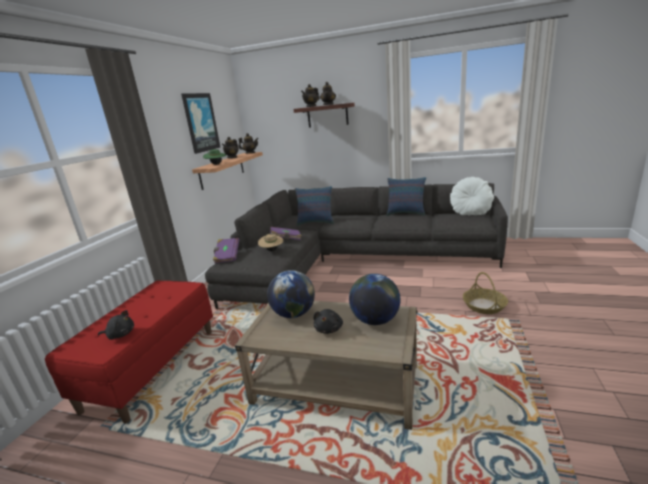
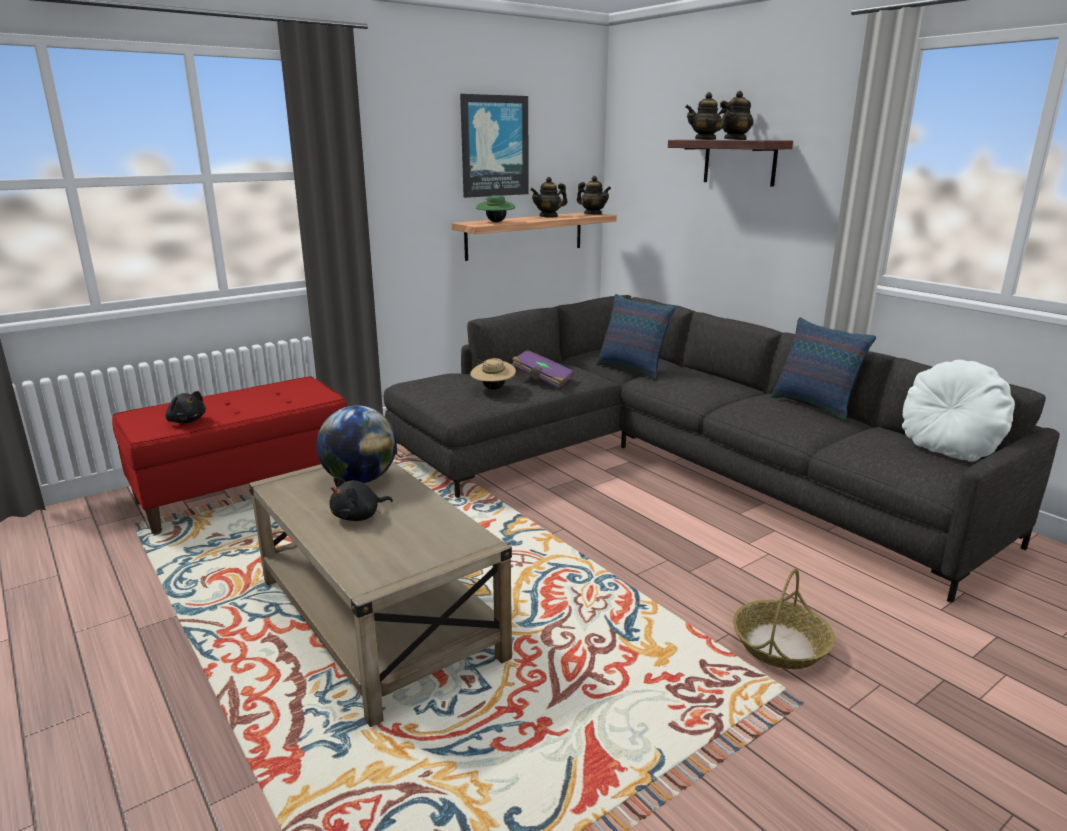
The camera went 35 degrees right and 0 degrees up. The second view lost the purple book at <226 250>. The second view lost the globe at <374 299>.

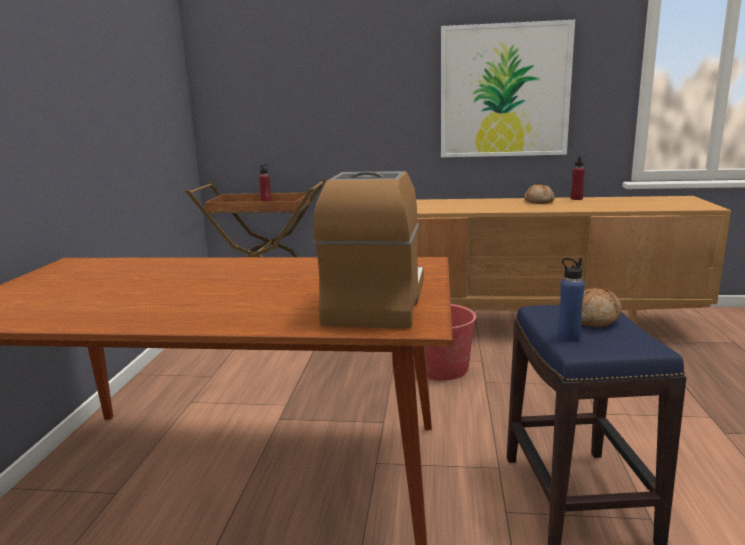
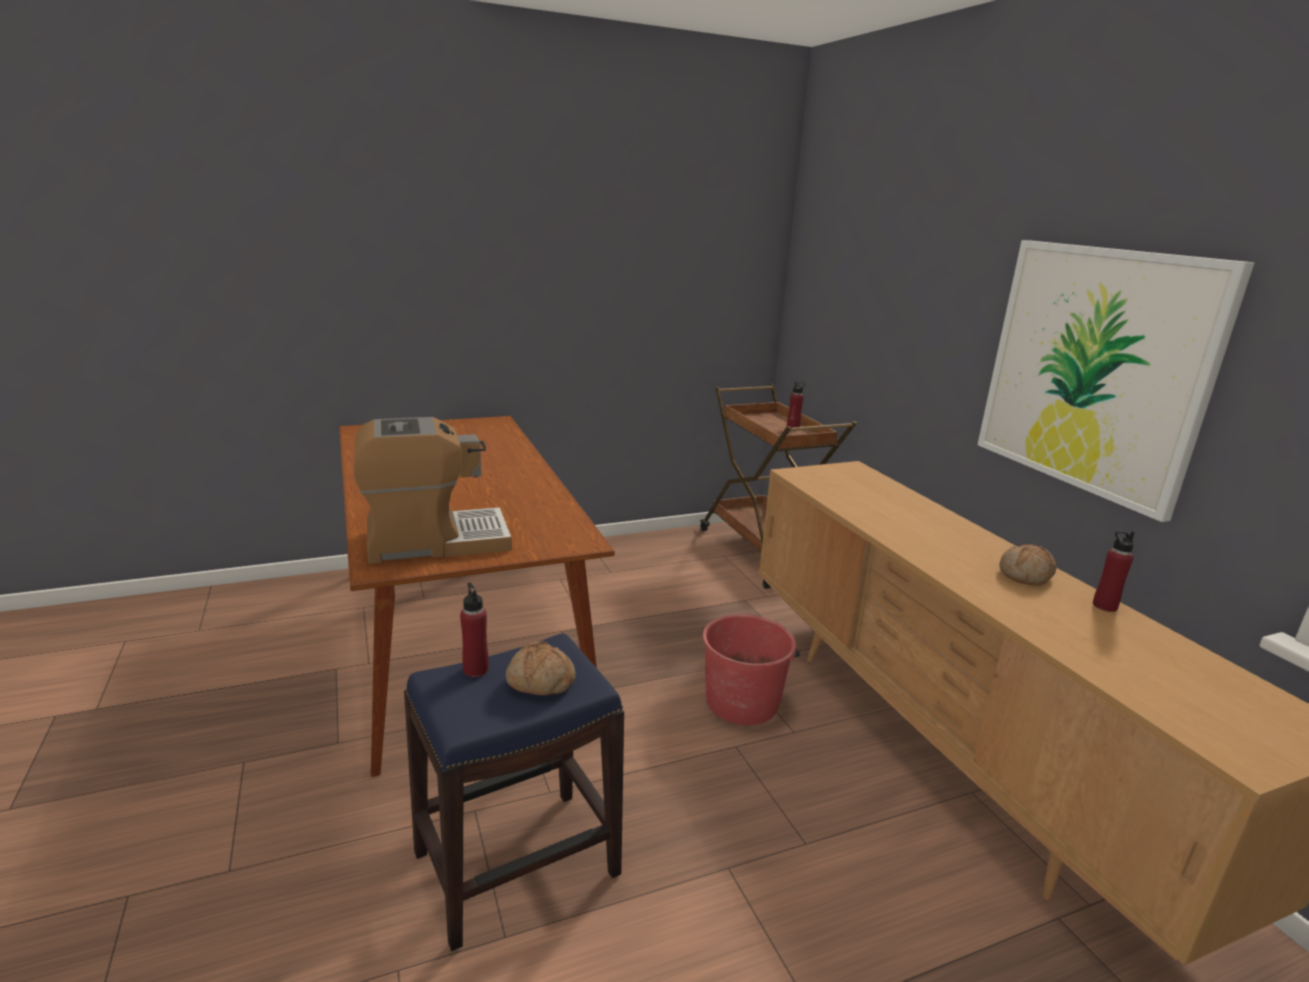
The camera went 60 degrees right and 5 degrees up. What was the blue bottle at <571 300> turned into the red bottle at <474 629>.

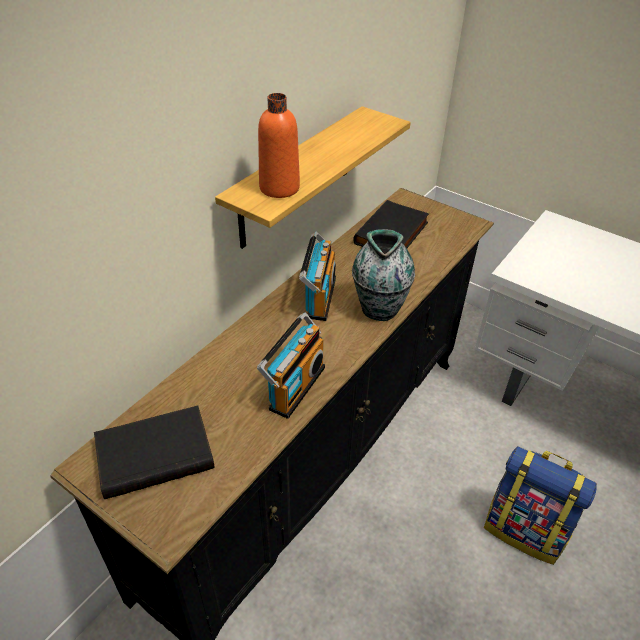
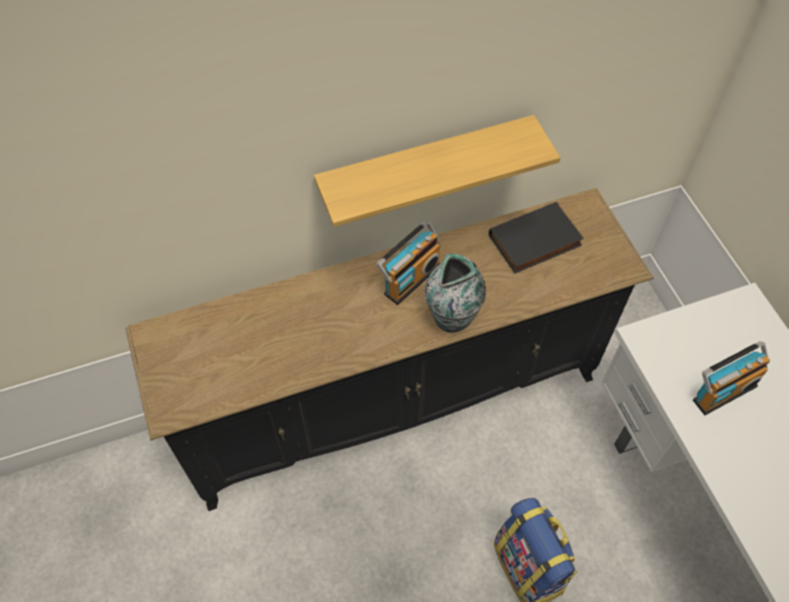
The camera went 35 degrees right and 15 degrees up. The second view lost the black book at <154 452>. The second view lost the orange bottle at <279 145>. The radio ended up elsewhere, having gone from <291 366> to <731 378>.

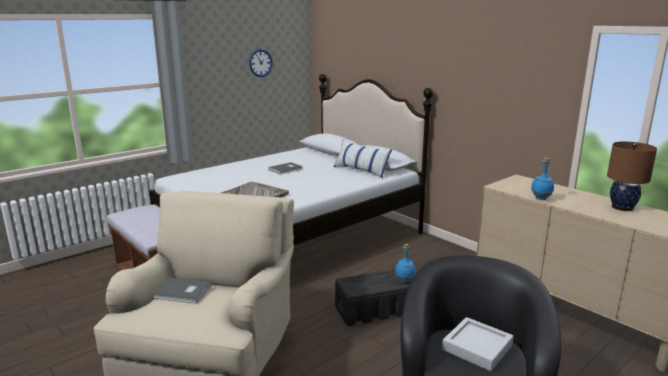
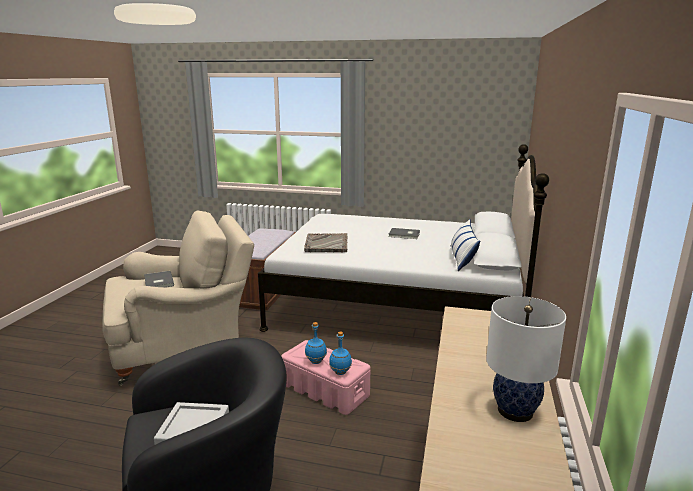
The camera went 55 degrees right and 0 degrees up. The second view lost the wall clock at <261 63>. The blue bottle ended up elsewhere, having gone from <542 179> to <316 343>. What was the black storage box at <374 297> turned into the pink storage box at <325 377>. What was the brown table lamp at <632 176> turned into the white table lamp at <526 359>.

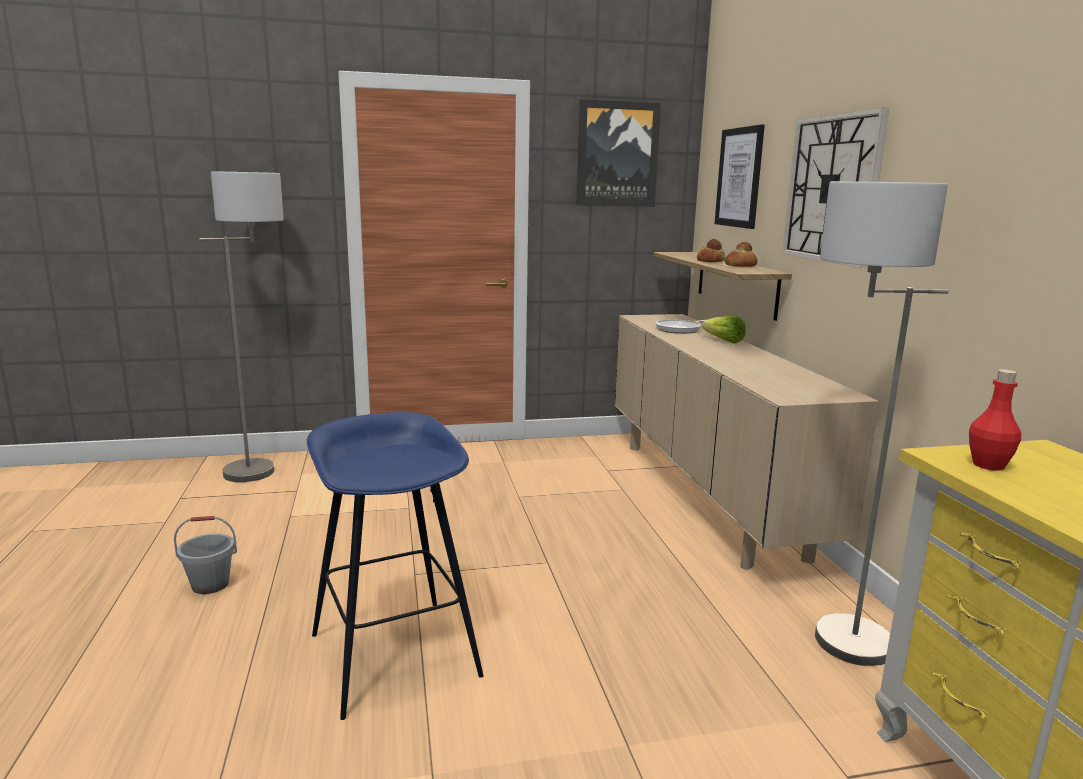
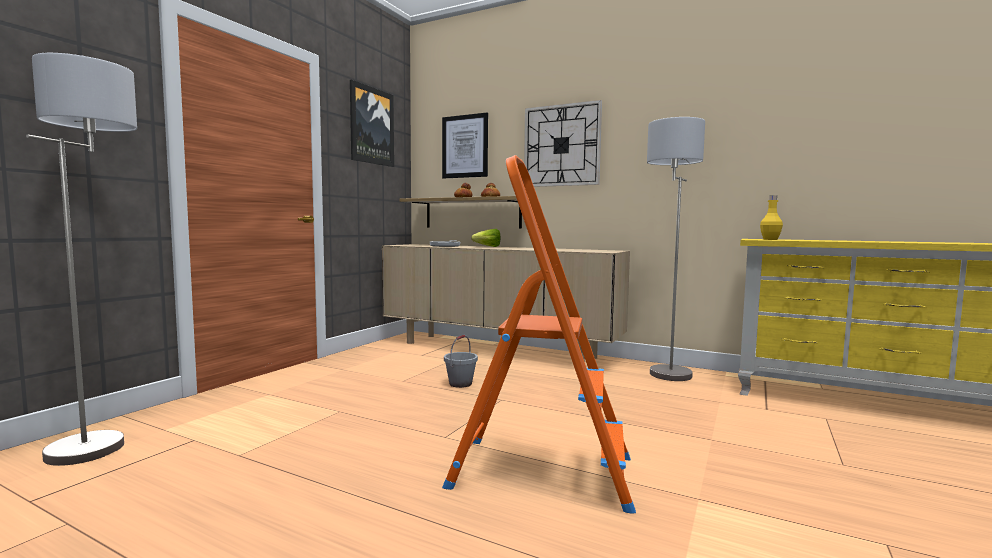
The camera went 50 degrees left and 10 degrees down. The grey bucket ended up elsewhere, having gone from <205 555> to <461 361>. Where the blue stool stood at <395 566>, the orange step ladder came to stand at <539 334>. What was the red bottle at <995 420> turned into the yellow bottle at <771 217>.

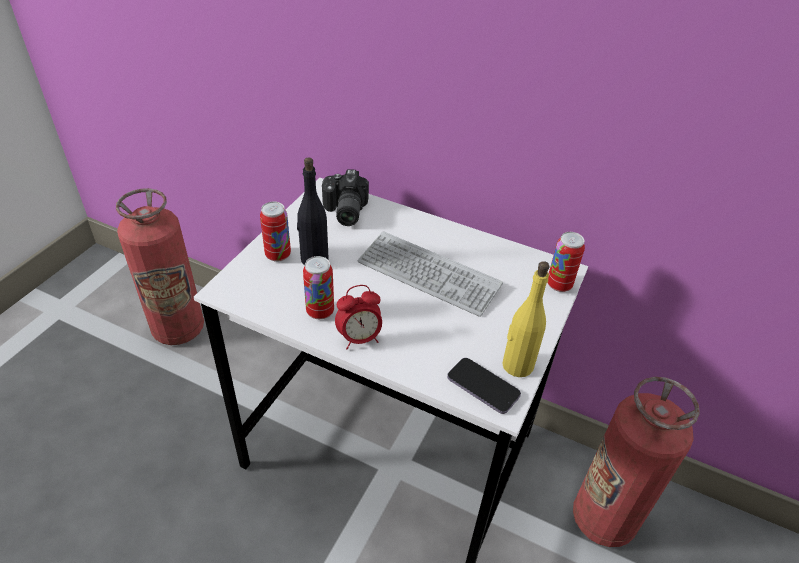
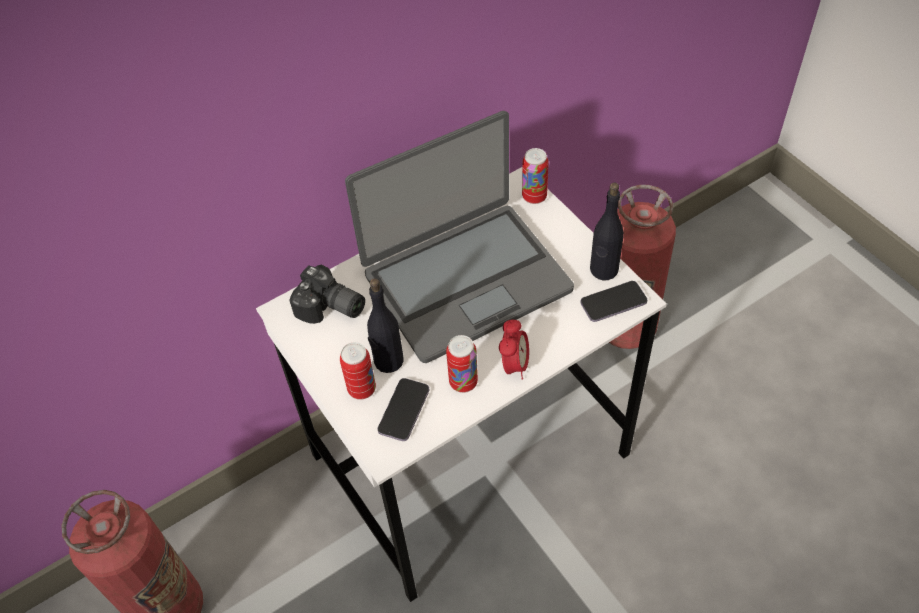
The camera went 55 degrees left and 10 degrees up. The second view gained the phone at <403 409>. Where the keyboard stood at <430 274>, the laptop came to stand at <459 237>. What was the yellow bottle at <526 319> turned into the black bottle at <607 232>.

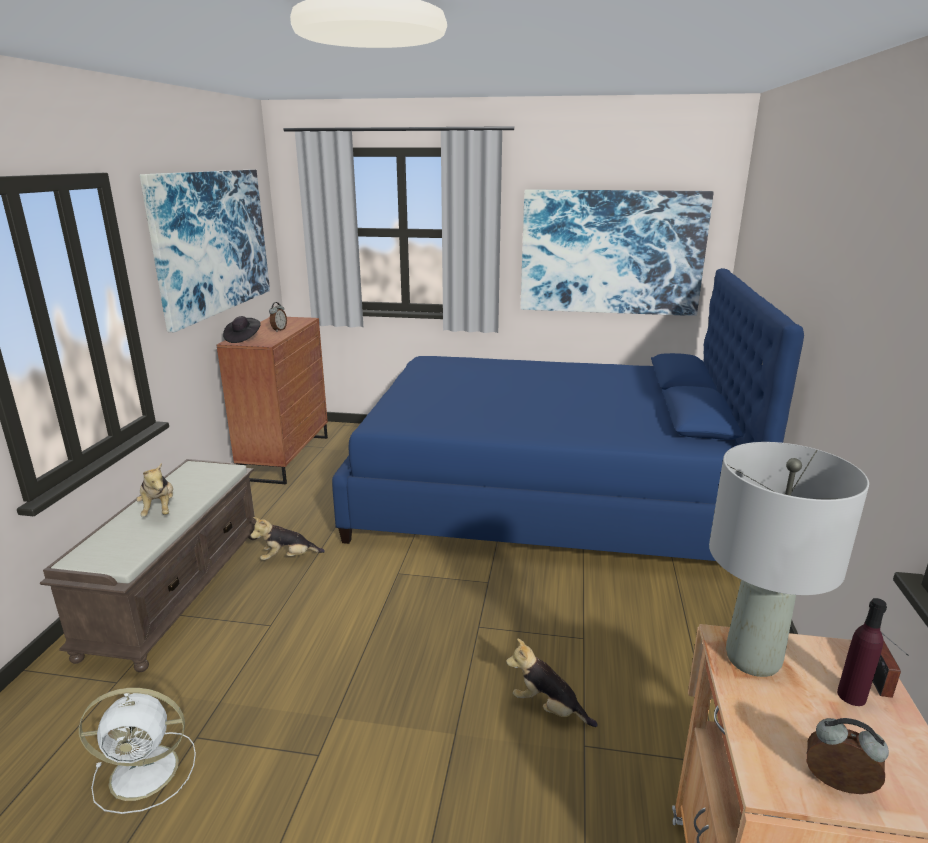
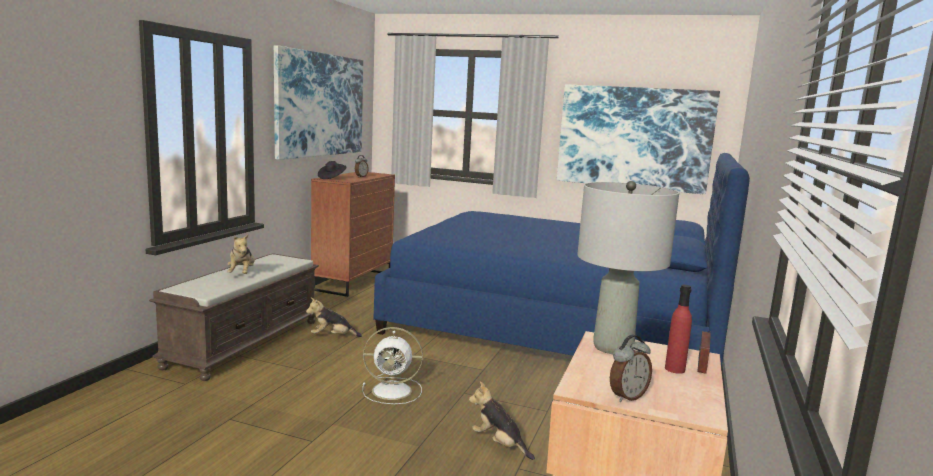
The camera went 10 degrees right and 10 degrees down. The white fan ended up elsewhere, having gone from <137 751> to <392 365>. What was the purple bottle at <862 652> turned into the red bottle at <678 329>. The alarm clock at <847 756> ended up facing another way, 105 degrees clockwise from before.

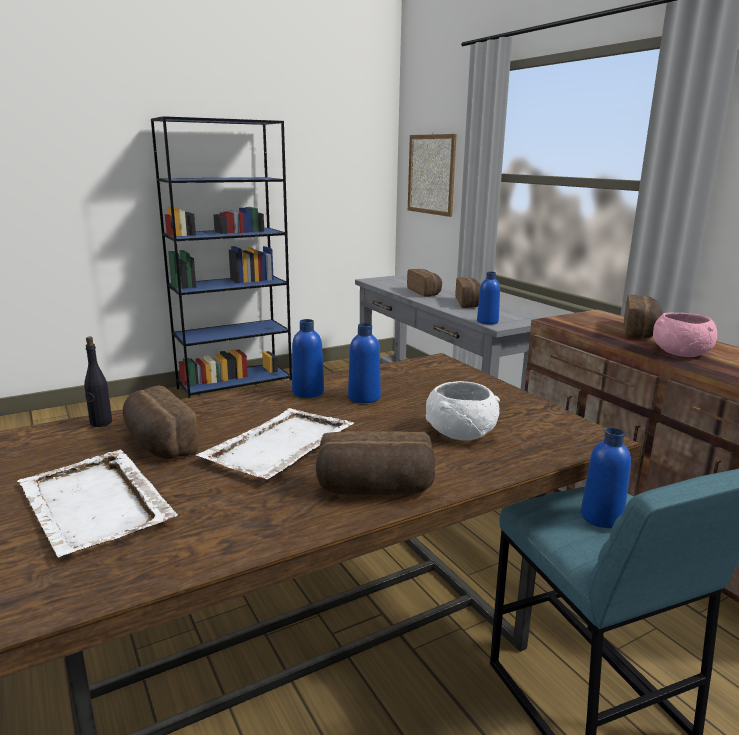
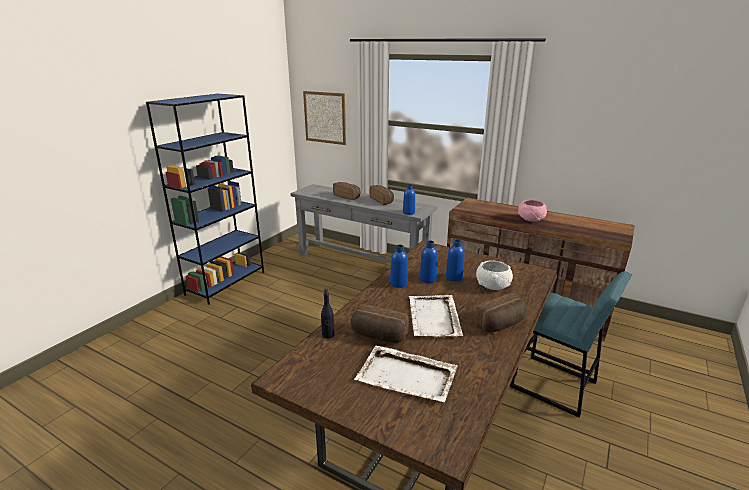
The camera went 30 degrees left and 5 degrees up. The second view lost the bread at <643 316>. The blue bottle ended up elsewhere, having gone from <606 478> to <455 260>.

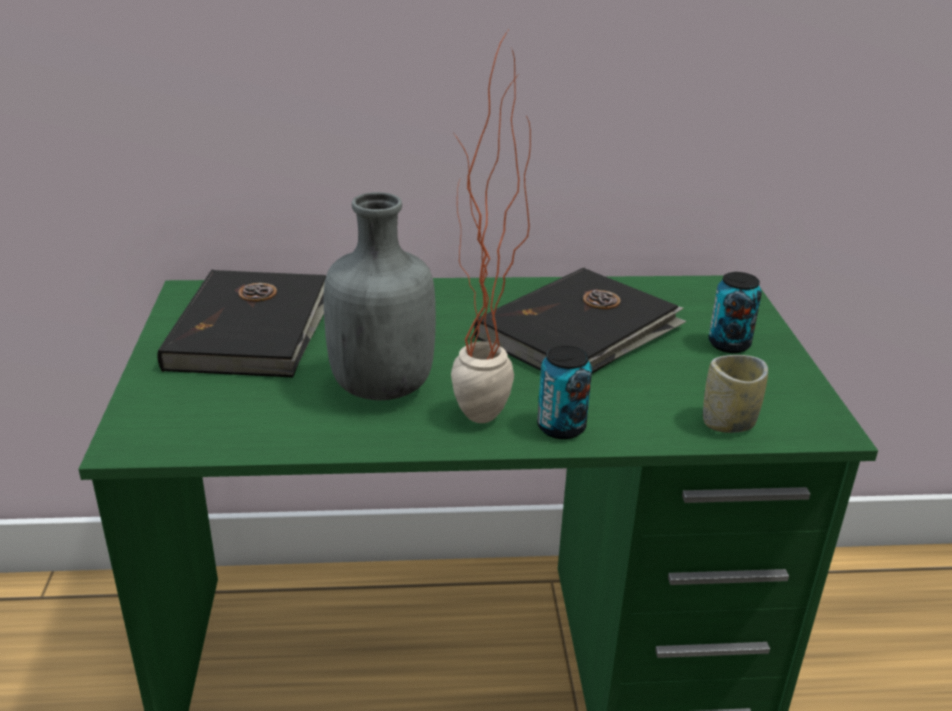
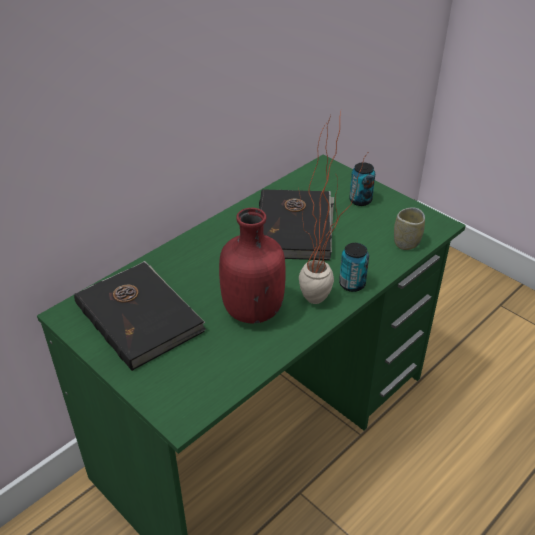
The camera went 40 degrees left and 10 degrees up. What was the grey bottle at <380 296> turned into the red bottle at <252 265>.

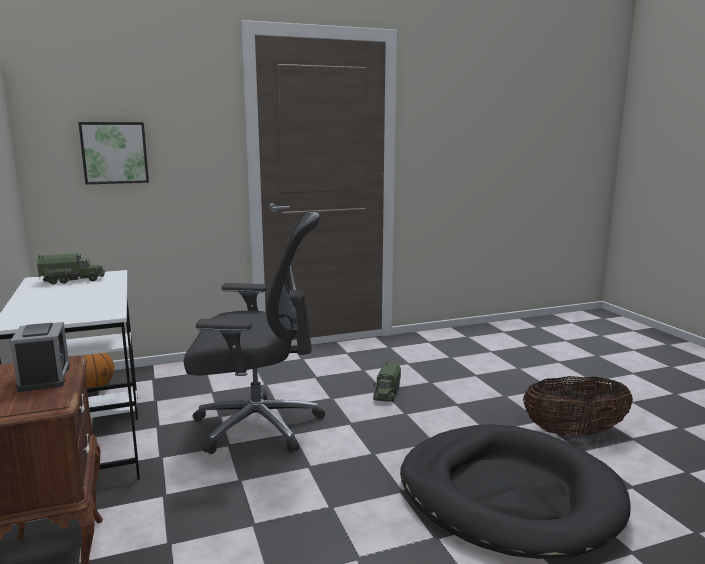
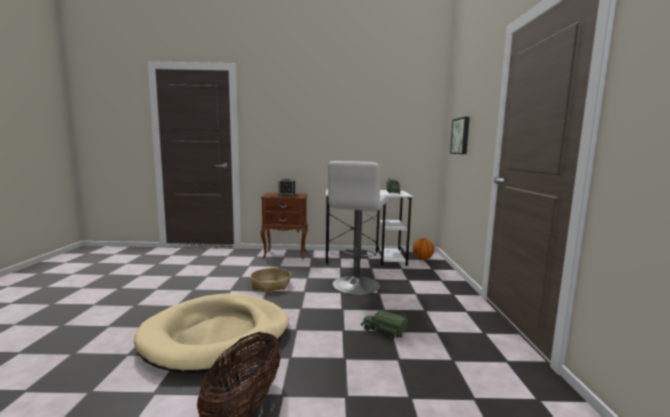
The camera went 110 degrees right and 5 degrees down. The second view gained the basket at <270 280>. Where the office chair stood at <254 332>, the white stool came to stand at <358 227>. What was the black dog bed at <515 491> turned into the beige dog bed at <211 333>.

